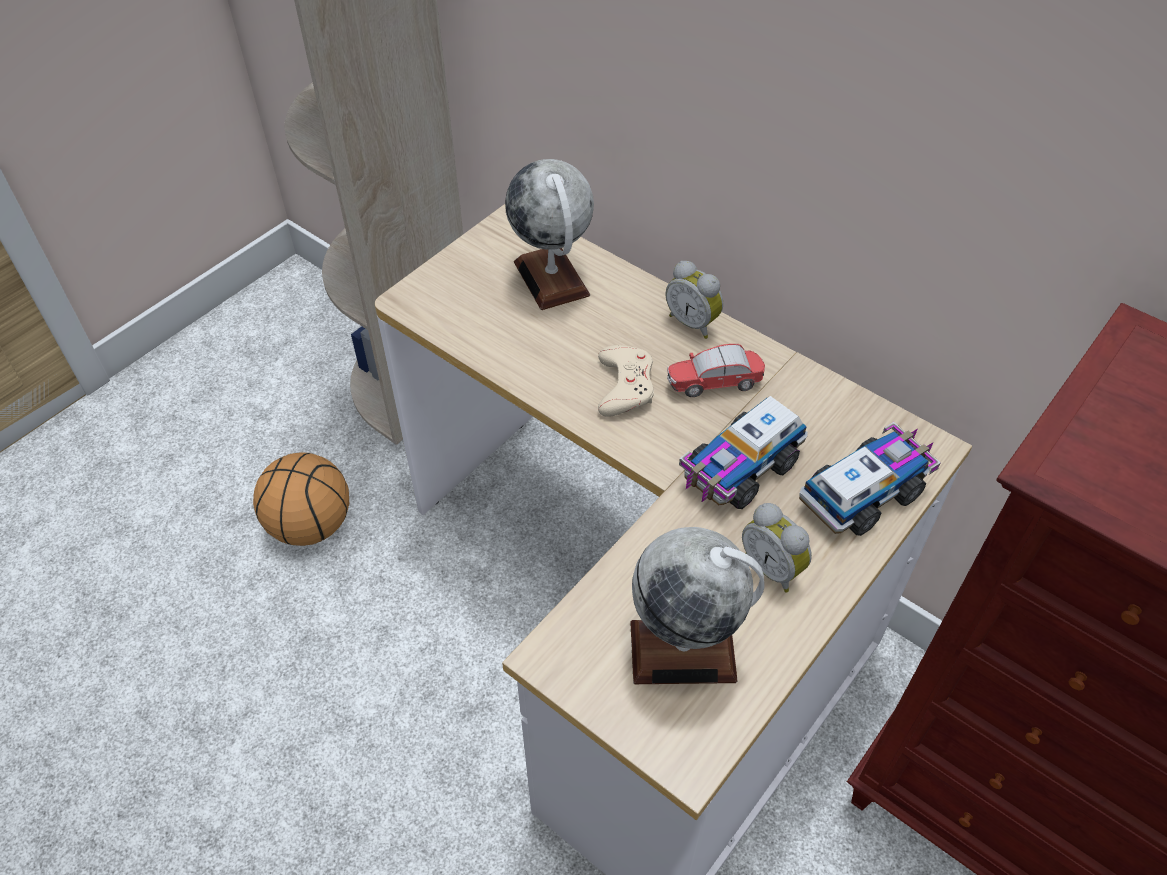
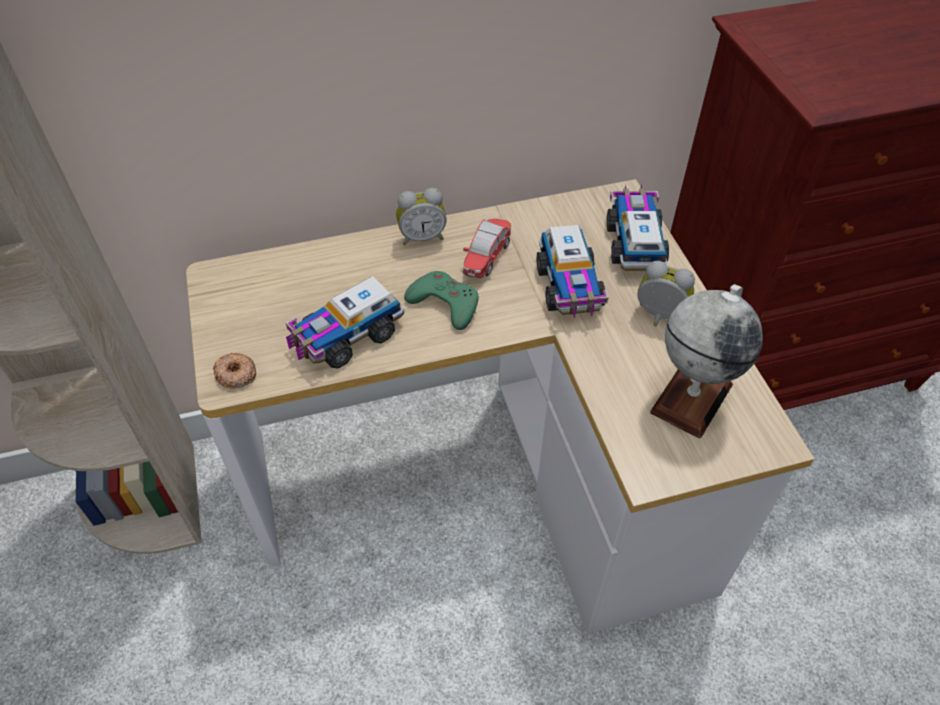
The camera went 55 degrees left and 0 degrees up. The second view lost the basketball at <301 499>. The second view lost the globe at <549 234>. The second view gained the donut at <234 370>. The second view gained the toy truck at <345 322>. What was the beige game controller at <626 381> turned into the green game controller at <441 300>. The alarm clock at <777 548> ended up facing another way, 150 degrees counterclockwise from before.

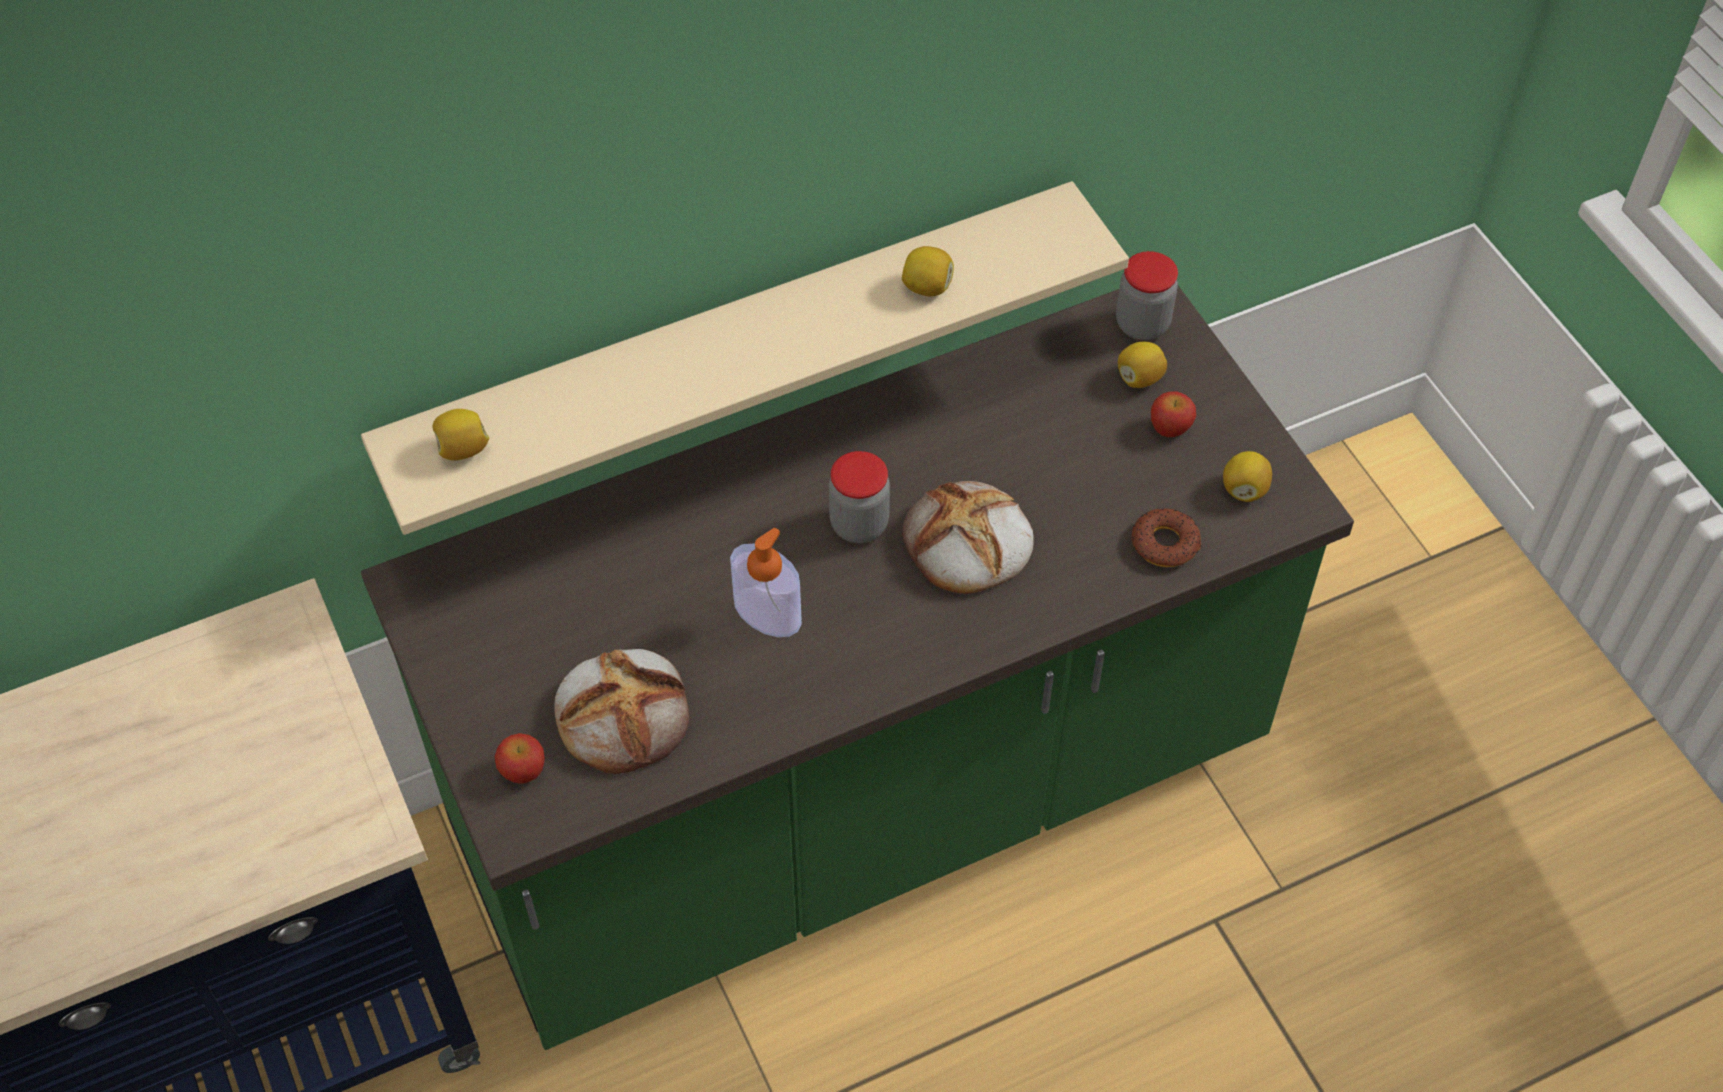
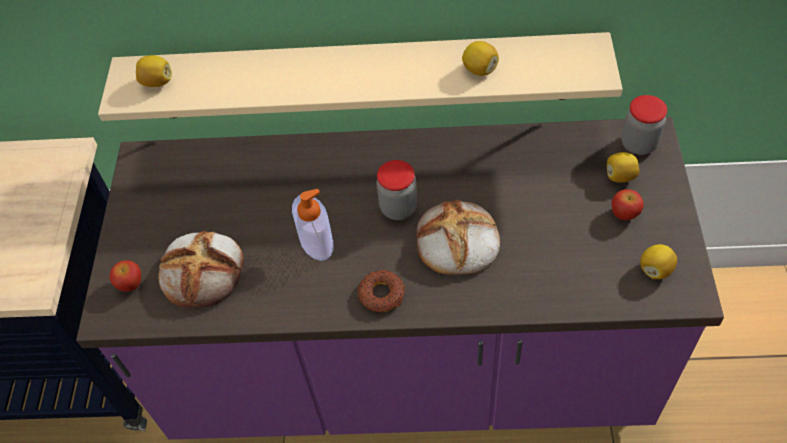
The camera went 30 degrees right and 0 degrees up. The donut ended up elsewhere, having gone from <1167 538> to <381 291>. What was the green counter at <857 668> turned into the purple counter at <400 278>.

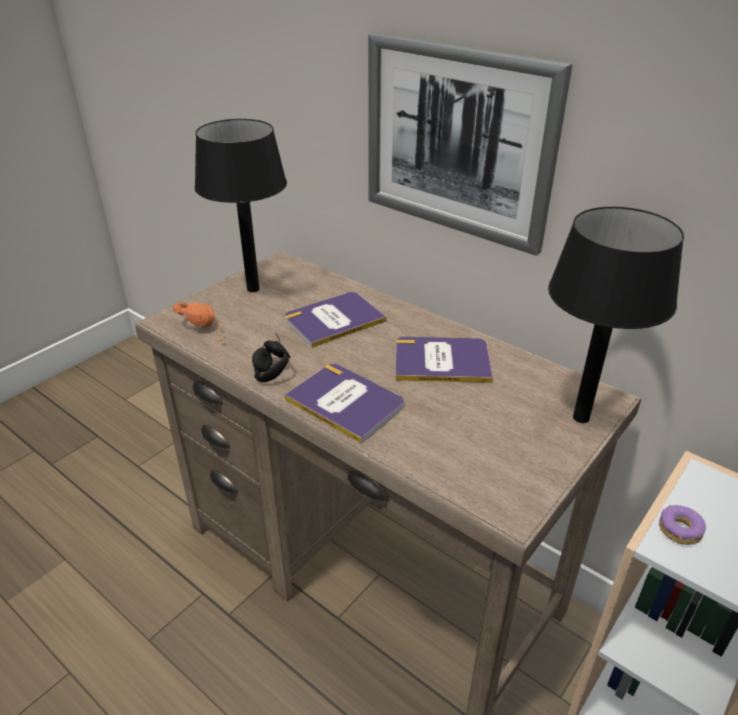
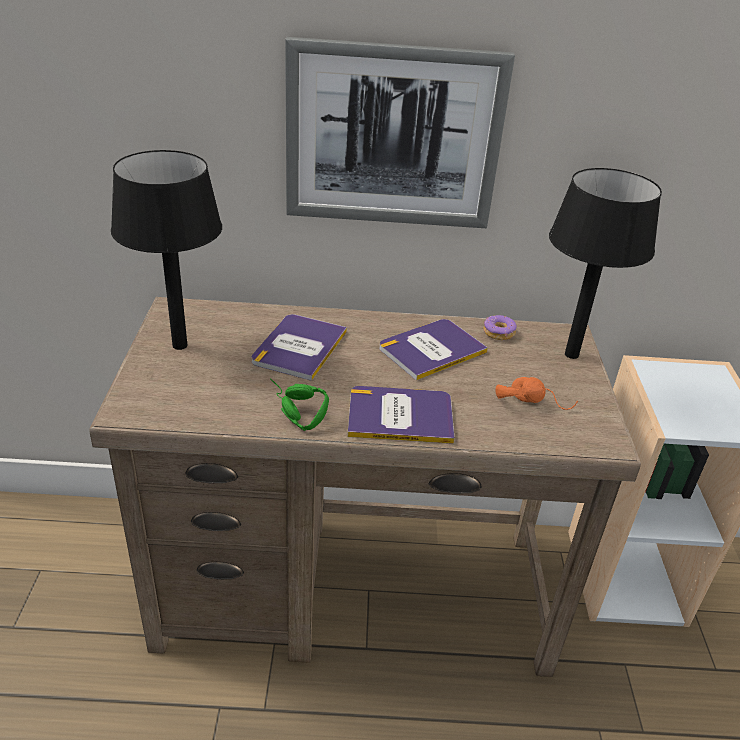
The camera went 40 degrees left and 0 degrees up. The orange headphones ended up elsewhere, having gone from <199 322> to <536 393>. The donut ended up elsewhere, having gone from <682 525> to <500 327>. What was the black headphones at <271 358> turned into the green headphones at <299 404>.

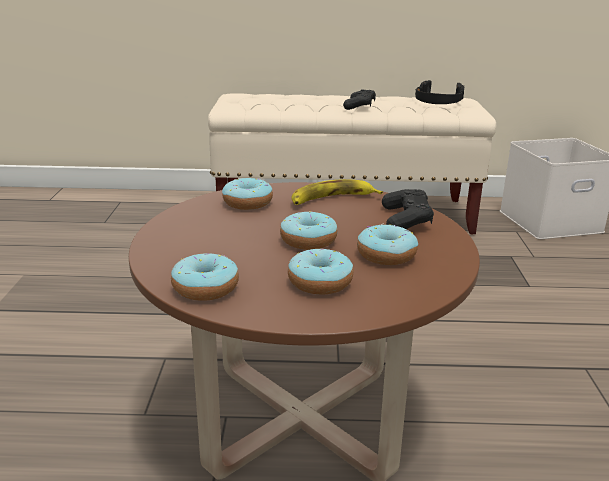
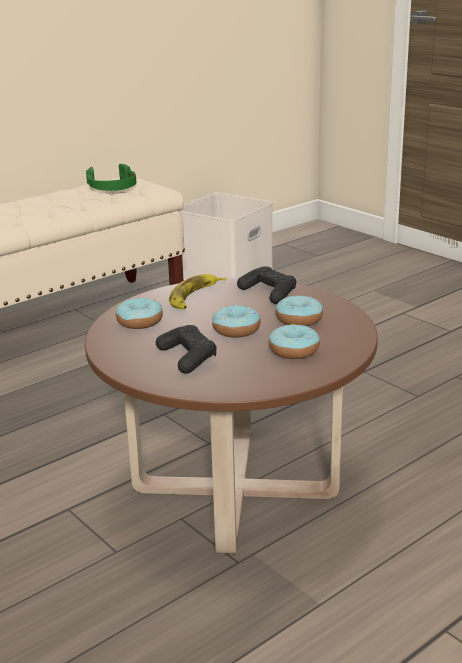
The camera went 40 degrees left and 0 degrees up. The second view lost the donut at <205 277>. The black game controller ended up elsewhere, having gone from <359 99> to <186 349>. What was the black headphones at <439 92> turned into the green headphones at <111 177>.

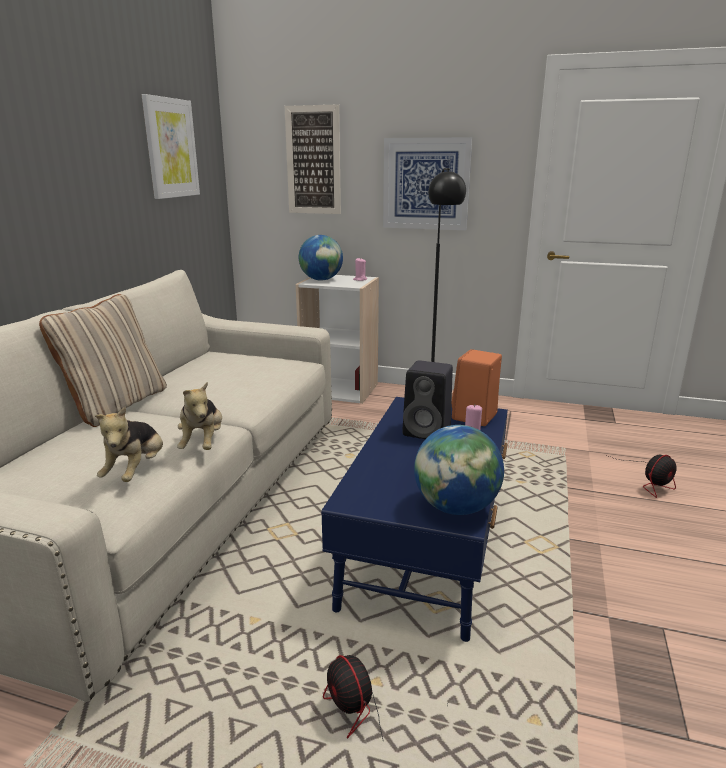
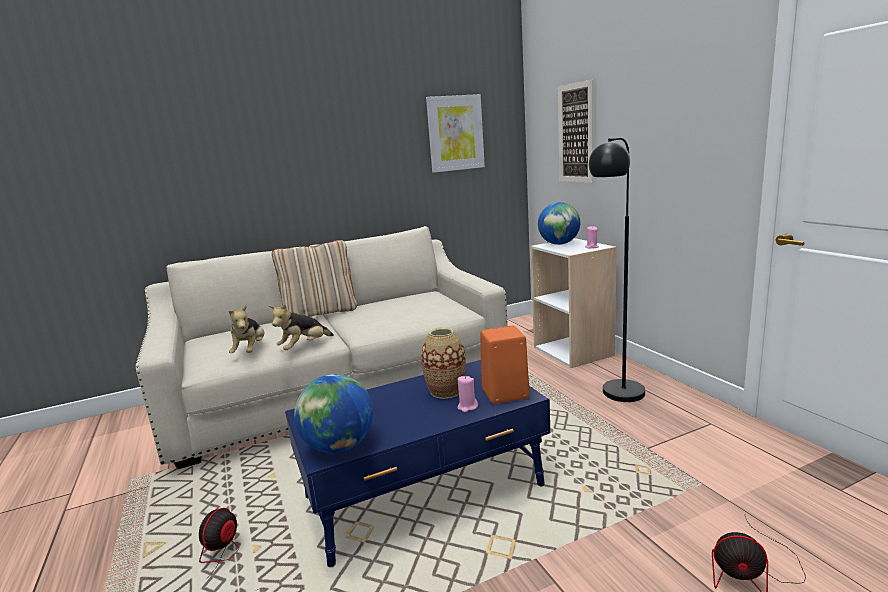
The camera went 50 degrees right and 5 degrees down. The second view lost the picture at <427 183>. Where the black speaker stood at <427 399>, the vase came to stand at <443 363>. The plush toy at <129 444> ended up facing another way, 60 degrees counterclockwise from before.

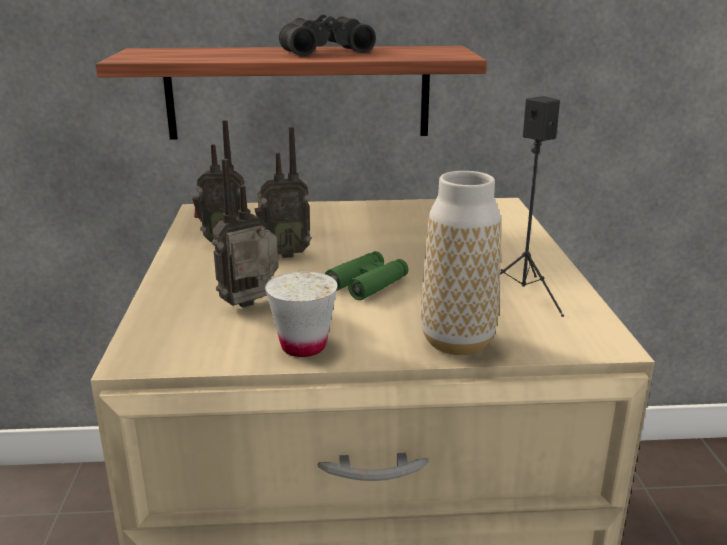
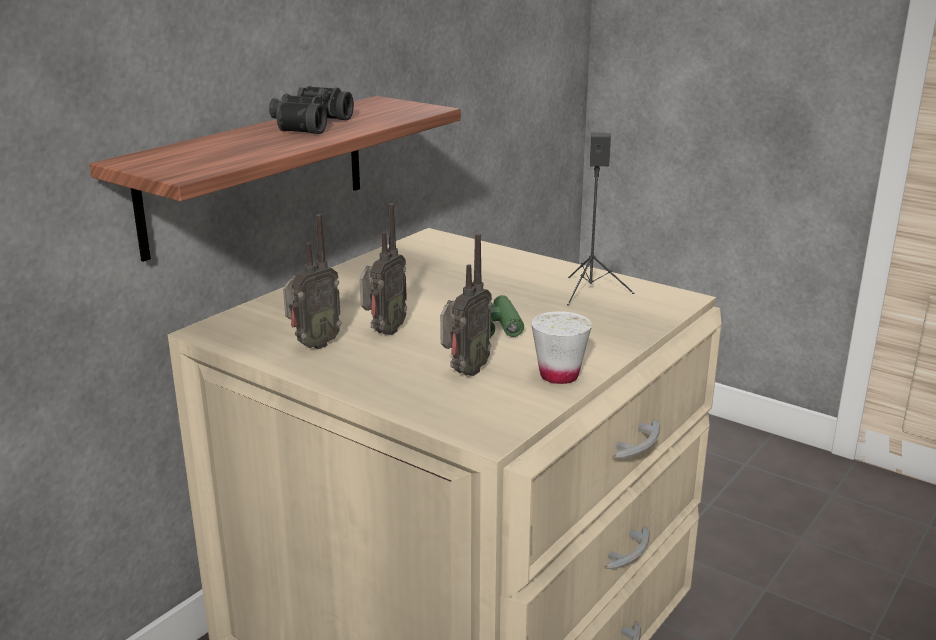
The camera went 50 degrees left and 0 degrees up. The second view lost the vase at <460 263>. The radio at <245 233> ended up facing another way, 150 degrees counterclockwise from before.

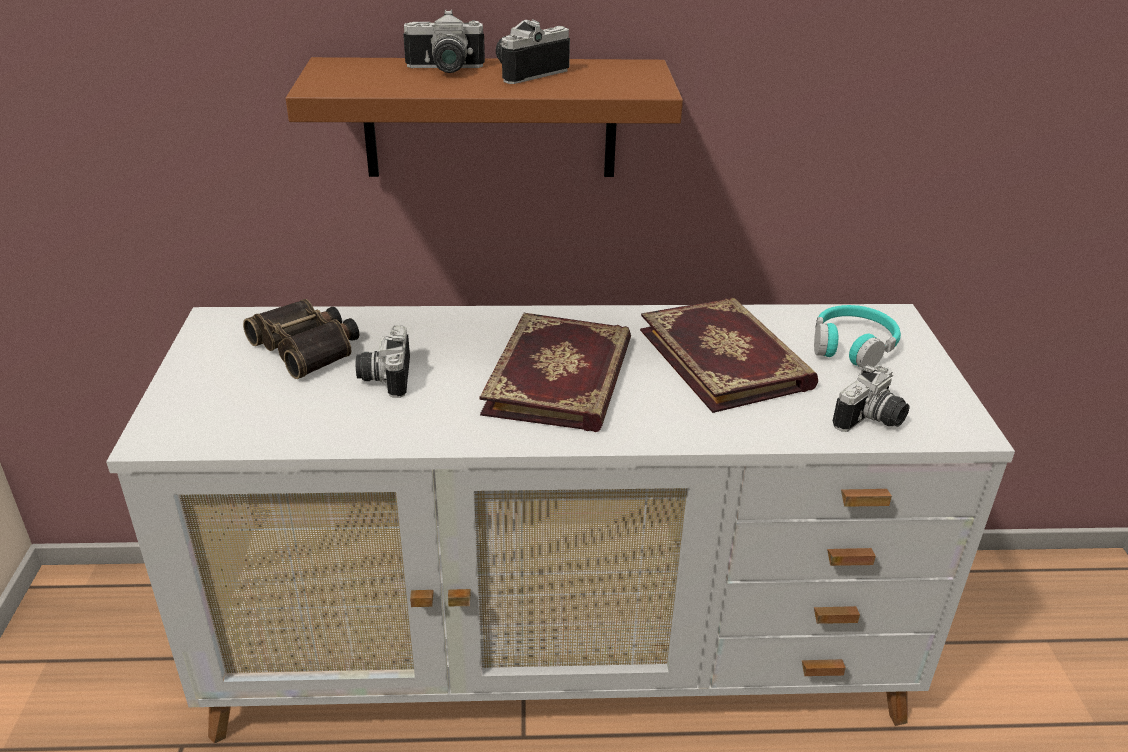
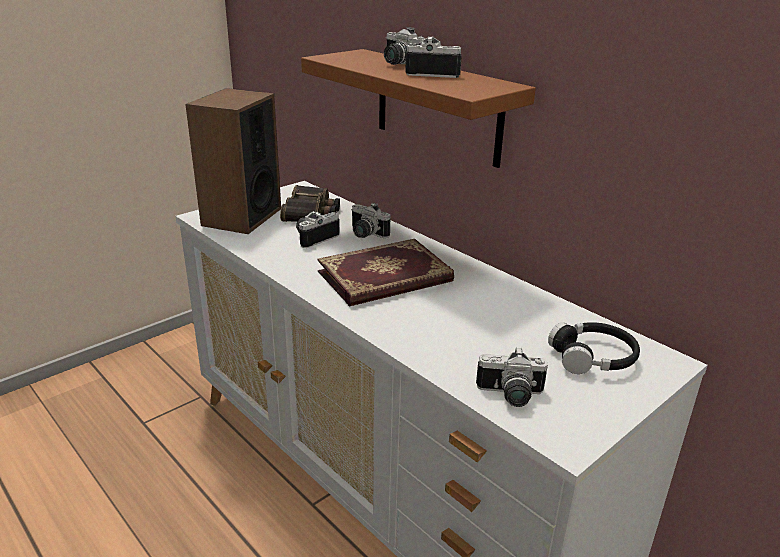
The camera went 50 degrees right and 5 degrees down. The second view lost the book at <729 355>. The second view gained the speaker at <233 161>. The second view gained the photo camera at <370 220>. What was the turquoise headphones at <857 336> turned into the black headphones at <594 348>.

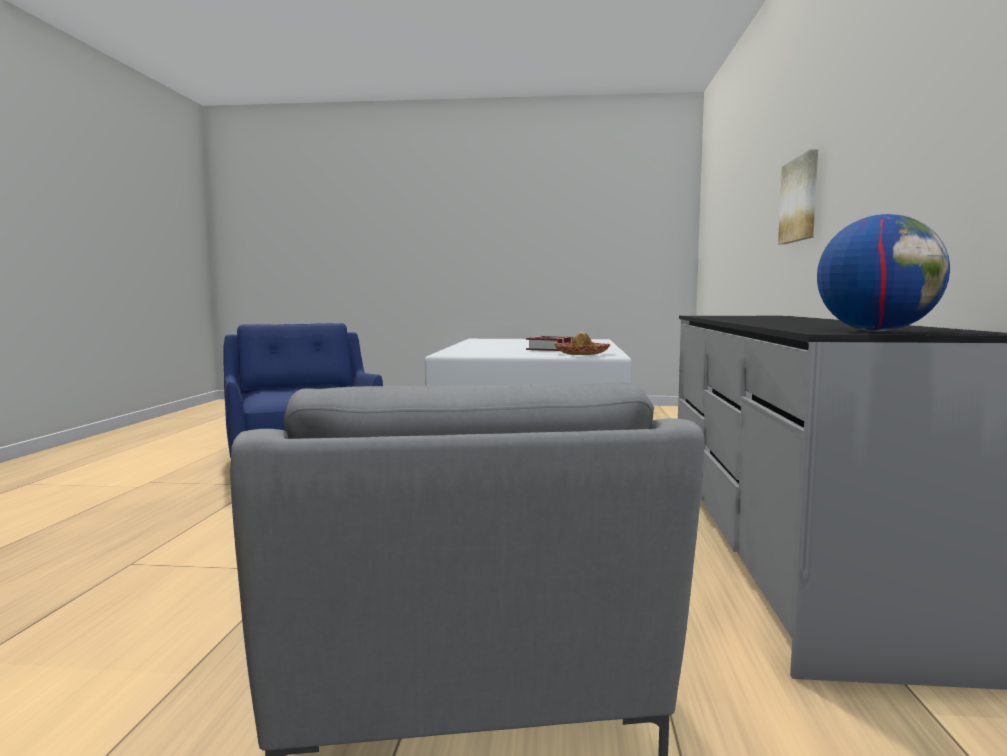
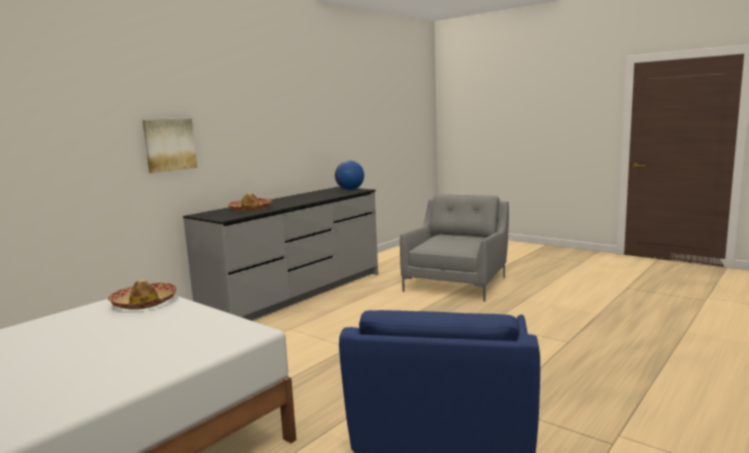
The camera went 145 degrees left and 5 degrees up. The second view lost the book at <549 343>. The second view gained the hat at <250 202>.

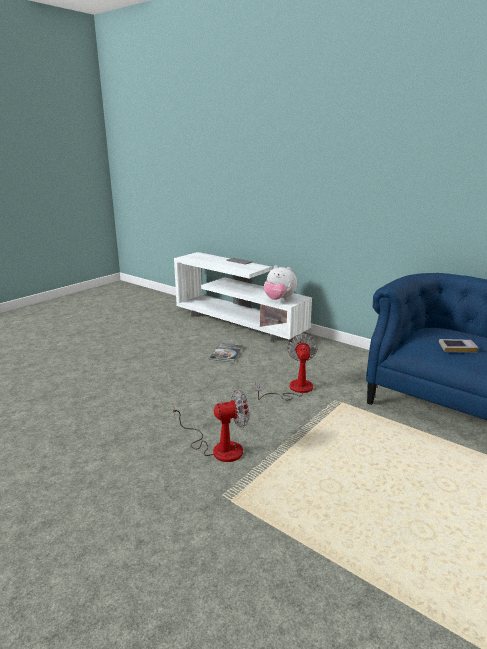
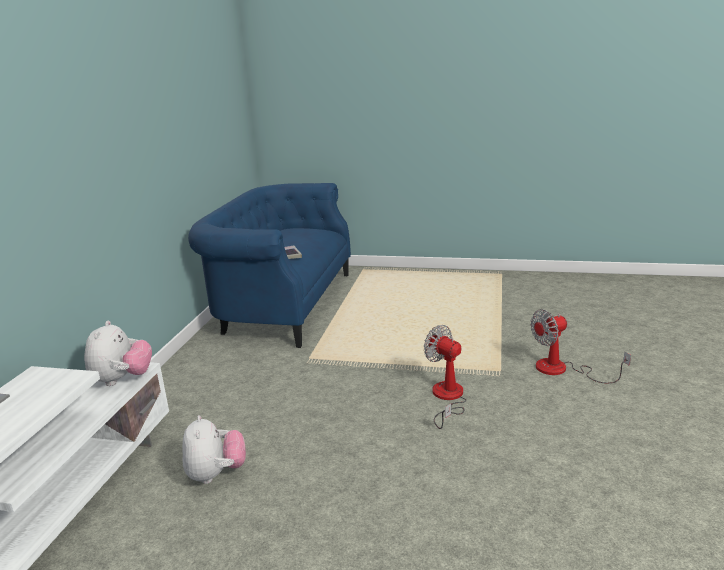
The camera went 115 degrees left and 0 degrees up. The fan ended up elsewhere, having gone from <286 367> to <580 346>. Where the book stood at <226 352>, the plush toy came to stand at <214 449>.

